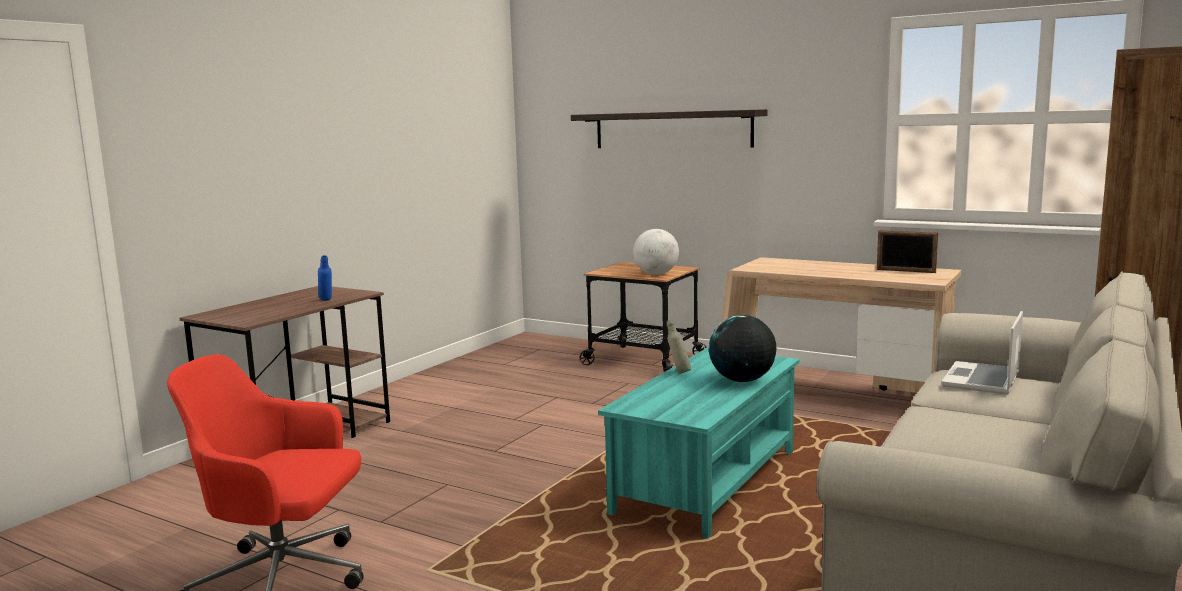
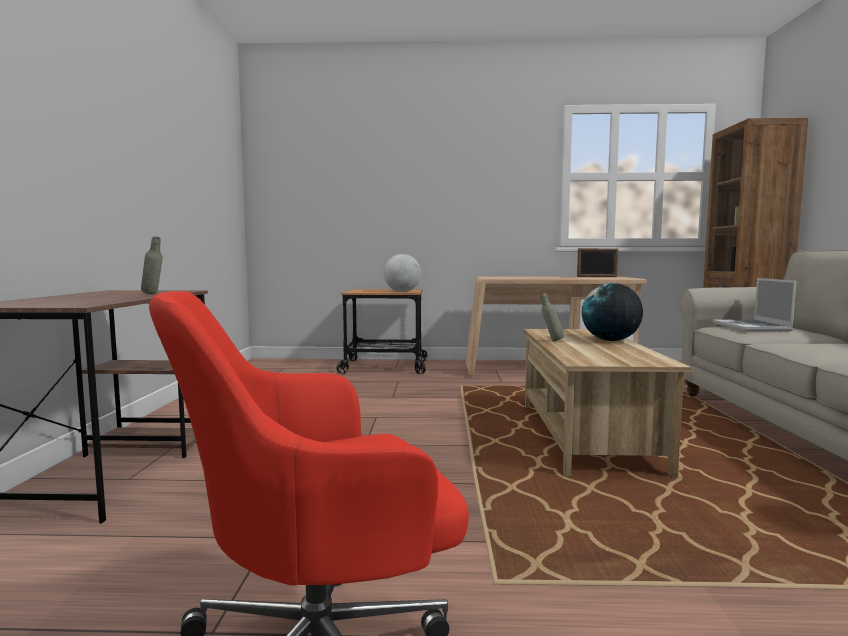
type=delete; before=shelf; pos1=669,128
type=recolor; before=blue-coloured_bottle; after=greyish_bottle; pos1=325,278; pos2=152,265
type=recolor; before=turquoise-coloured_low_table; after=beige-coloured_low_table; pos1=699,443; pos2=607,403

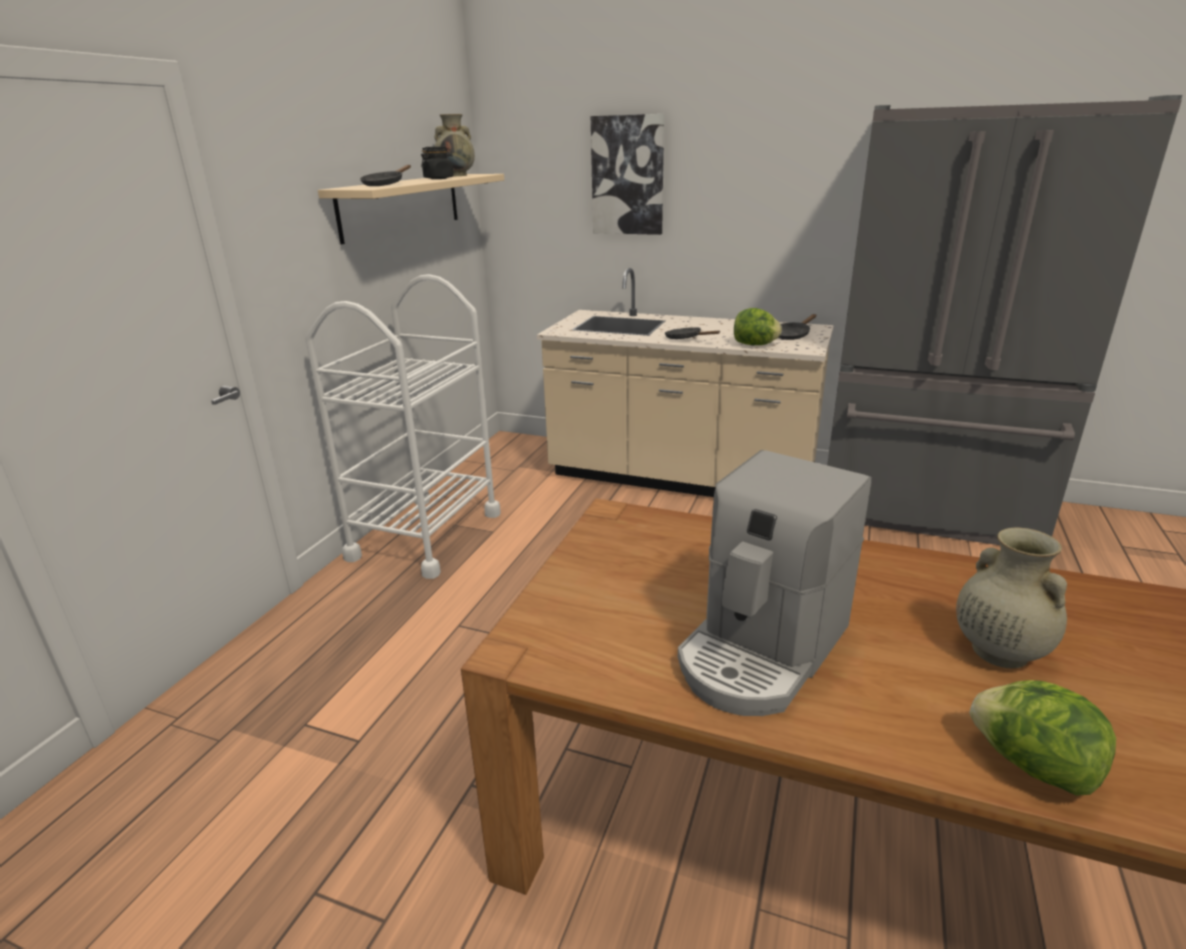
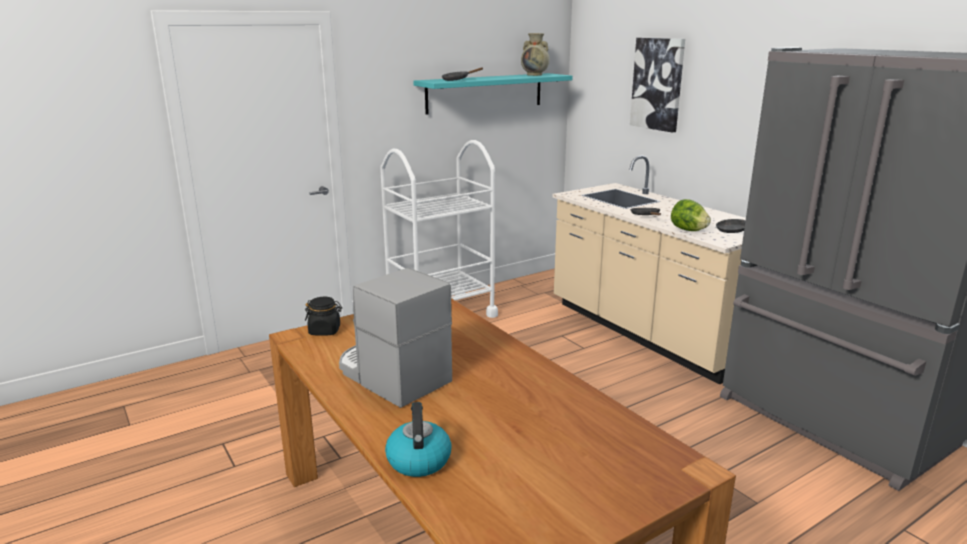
type=delete; before=beige-coloured_decorative_vase; pos1=1011,597
type=move; before=black_jar; pos1=437,162; pos2=323,316
type=replace; before=head_of_lettuce; after=tea_kettle; pos1=1043,738; pos2=418,439
type=recolor; before=beige-coloured_shelf; after=turquoise-coloured_shelf; pos1=411,209; pos2=493,94
type=rotate; before=coffee_machine; pos1=775,583; pos2=395,338; turn=60

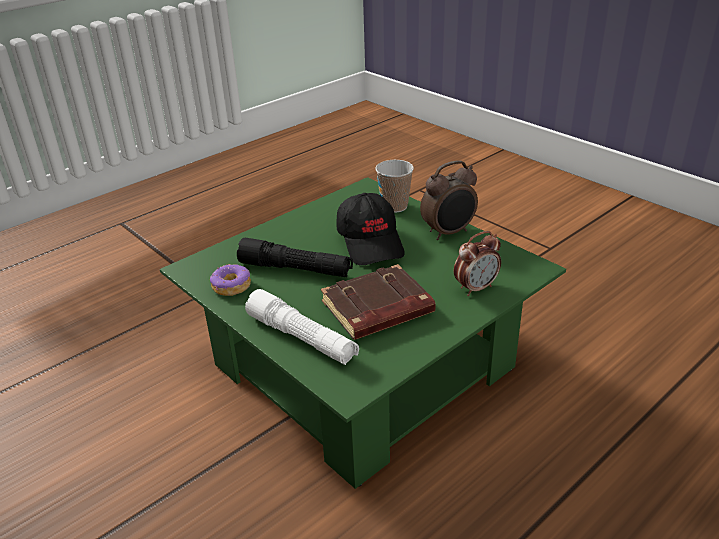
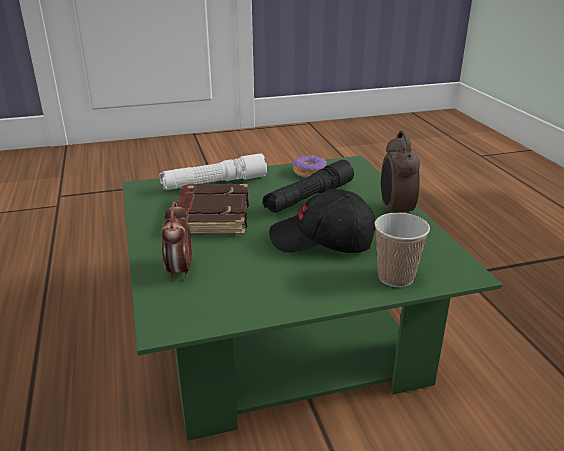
type=move; before=bedside_clock; pos1=449,200; pos2=400,172

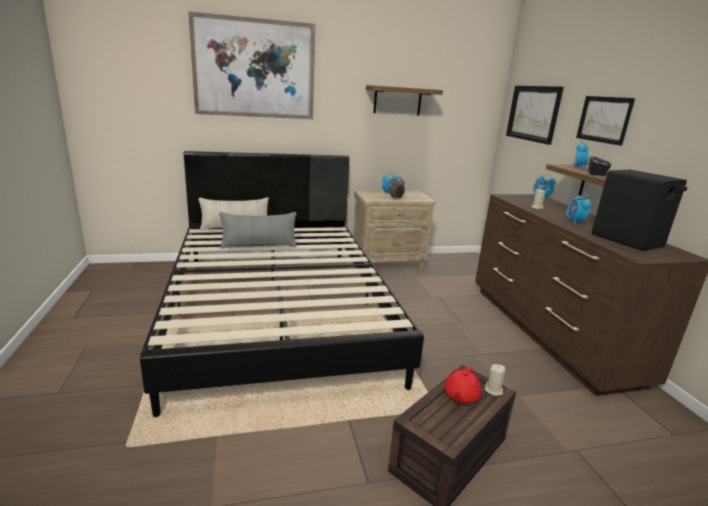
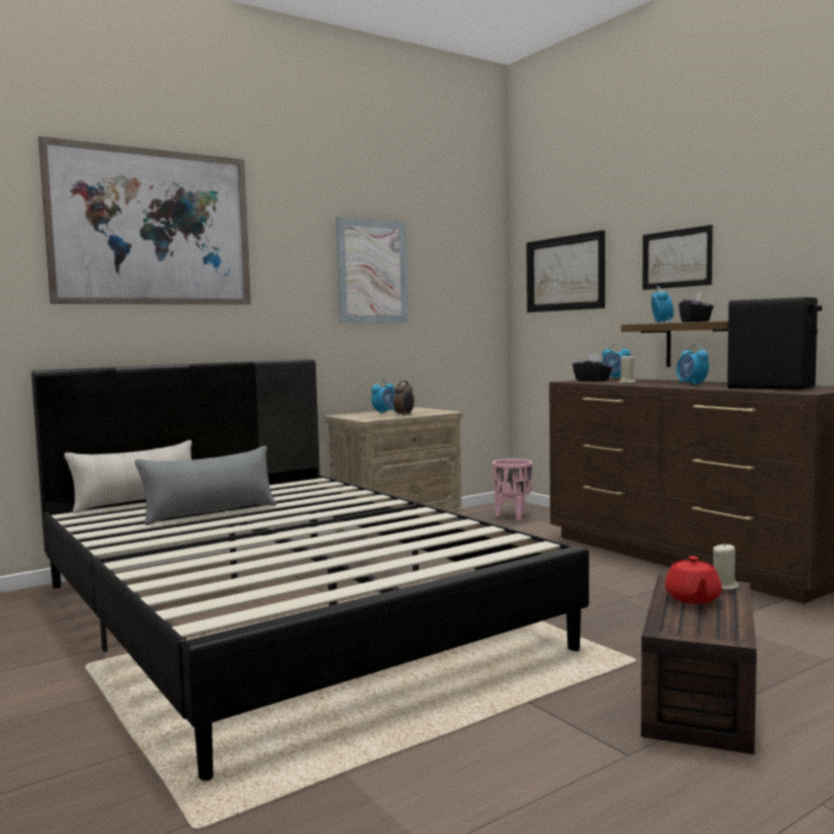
type=insert; after=pink_plant_pot; pos2=512,489
type=insert; after=black_box_of_tissues; pos2=592,368
type=replace; before=shelf; after=wall_art; pos1=404,100; pos2=372,270

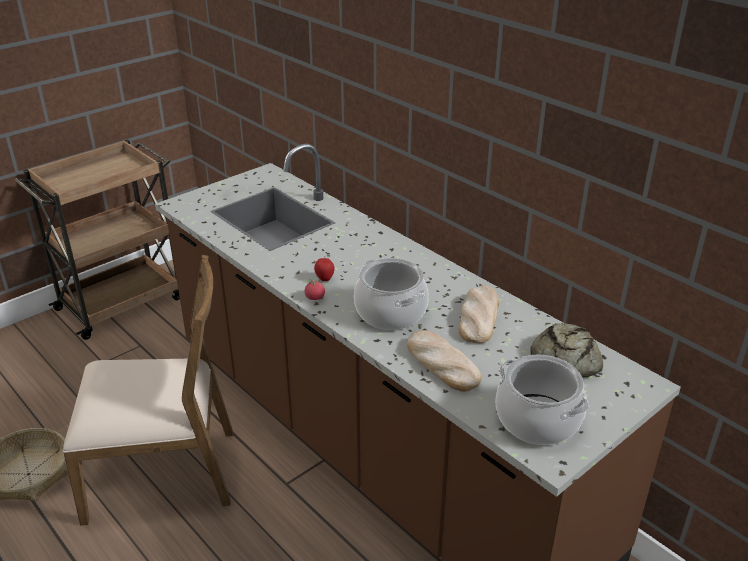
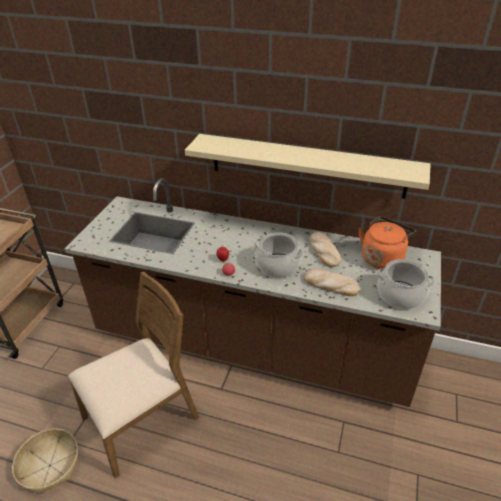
type=insert; after=beige-coloured_shelf; pos2=308,166
type=replace; before=baked_bread; after=orangey_tea_kettle; pos1=566,350; pos2=387,242

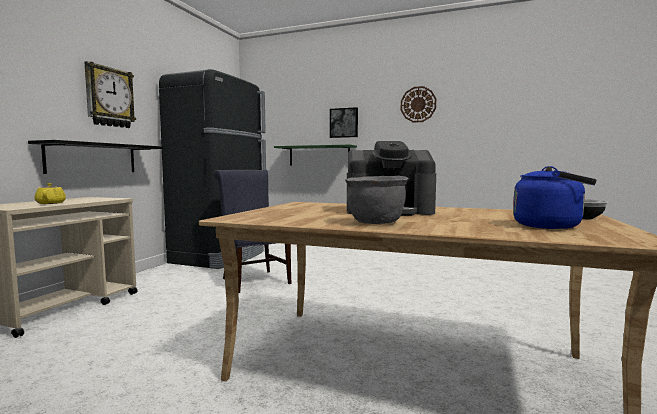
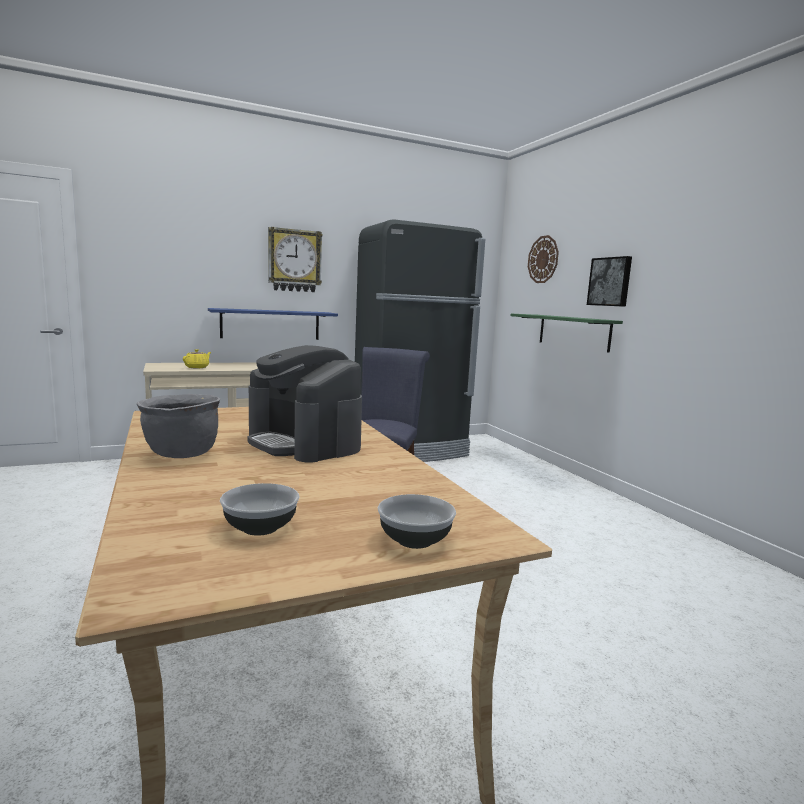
type=move; before=wall_clock; pos1=418,104; pos2=543,259
type=replace; before=blue-coloured_tea_kettle; after=serving_bowl; pos1=555,197; pos2=260,509
type=recolor; before=black_shelf; after=blue-coloured_shelf; pos1=95,157; pos2=273,324

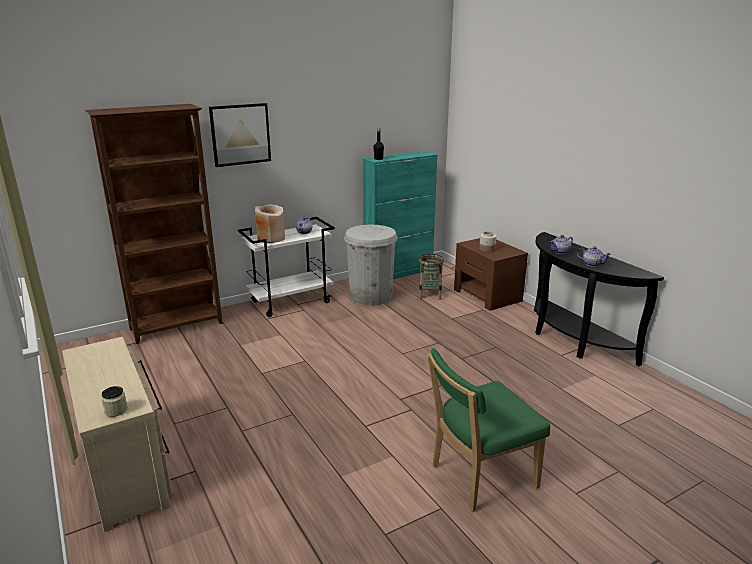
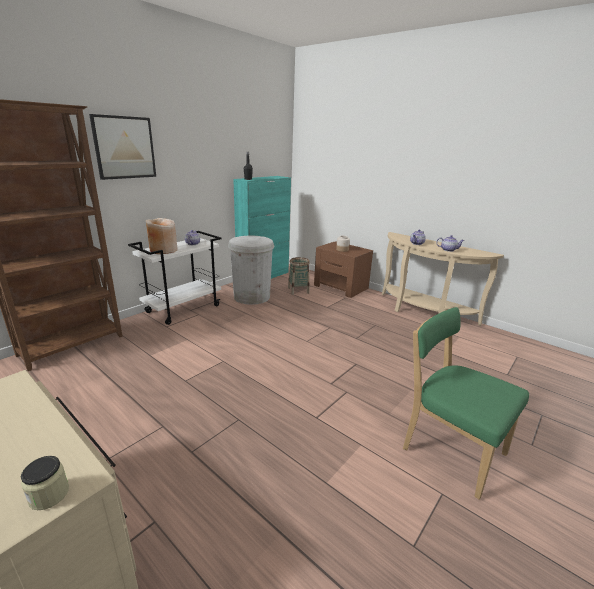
type=recolor; before=black_console_table; after=beige-coloured_console_table; pos1=599,299; pos2=442,279
type=rotate; before=green_upright_chair; pos1=488,430; pos2=466,403; turn=90

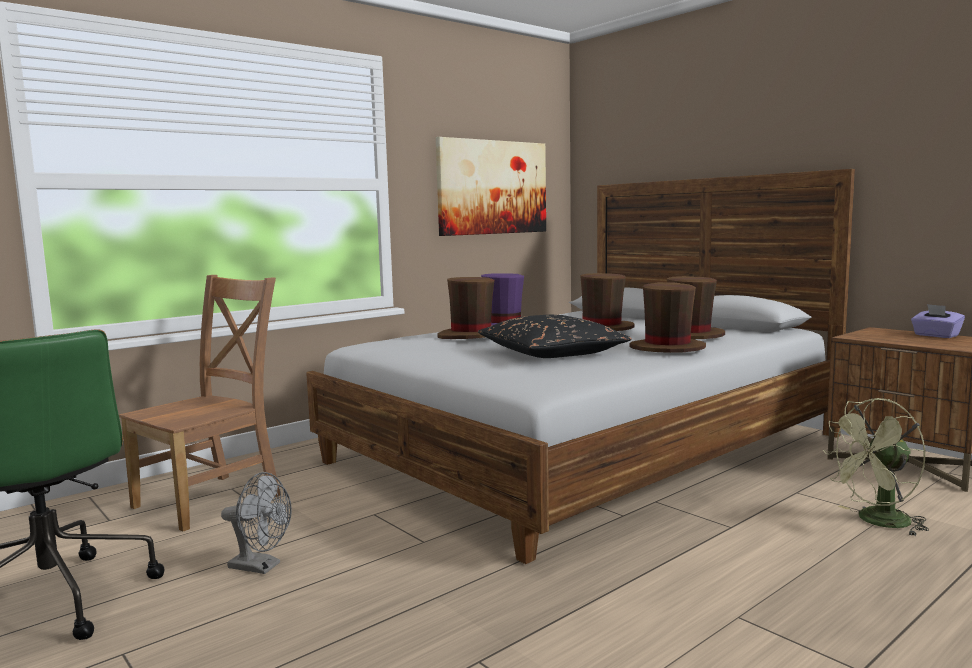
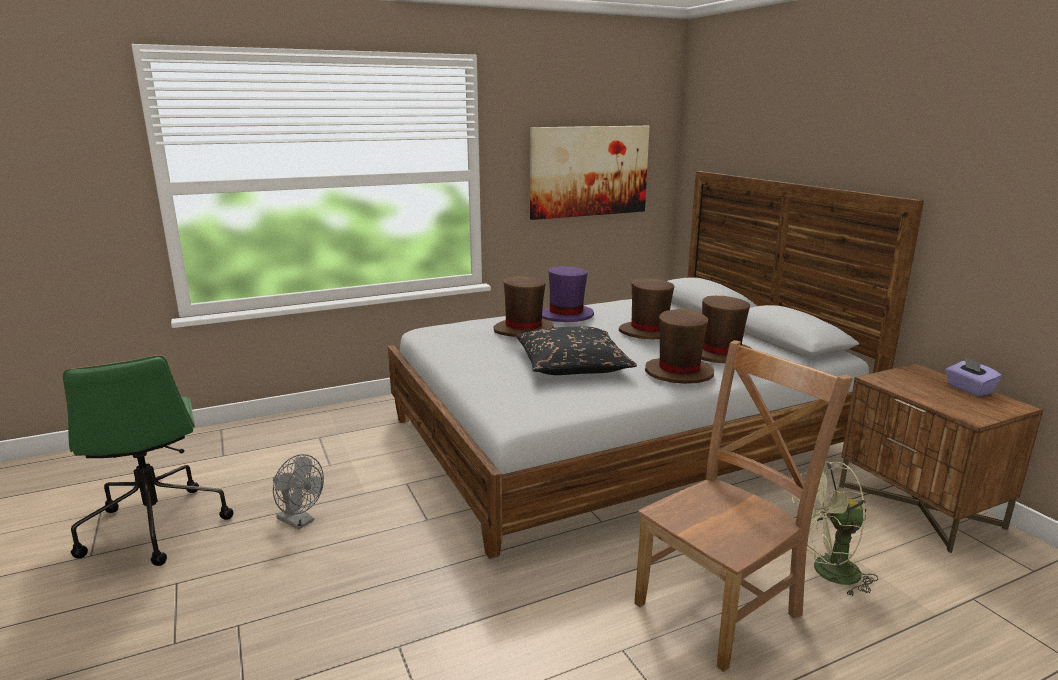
type=move; before=brown_upright_chair; pos1=199,403; pos2=743,506

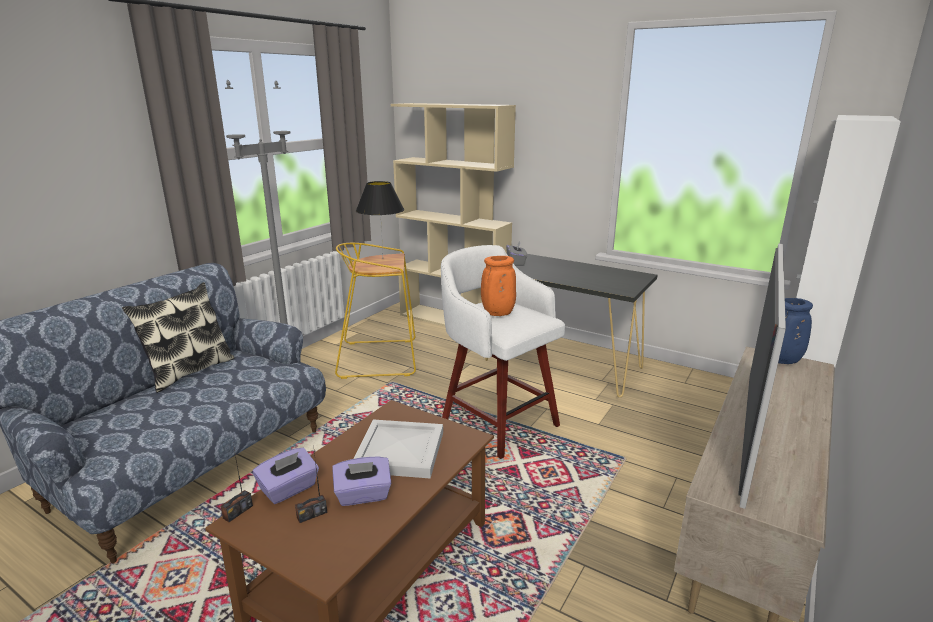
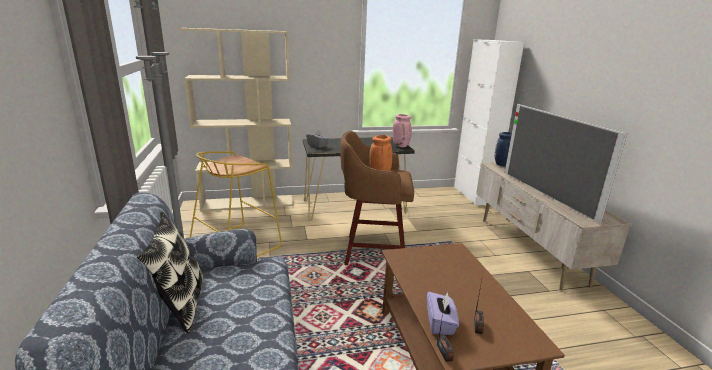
type=delete; before=purplish_box_of_tissues; pos1=362,481
type=delete; before=whitish_serving_tray; pos1=398,448
type=delete; before=black_tabletop_lamp; pos1=380,219
type=insert; after=pink_decorative_vase; pos2=402,130
type=recolor; before=whitish_stool_seat; after=brown_stool_seat; pos1=503,352; pos2=377,198

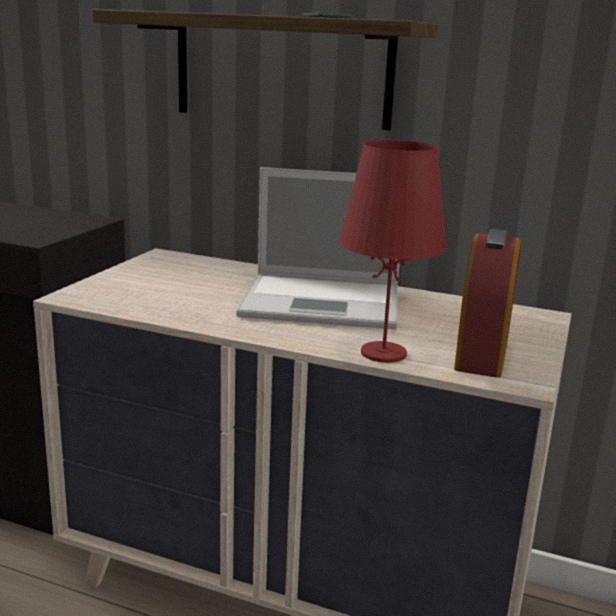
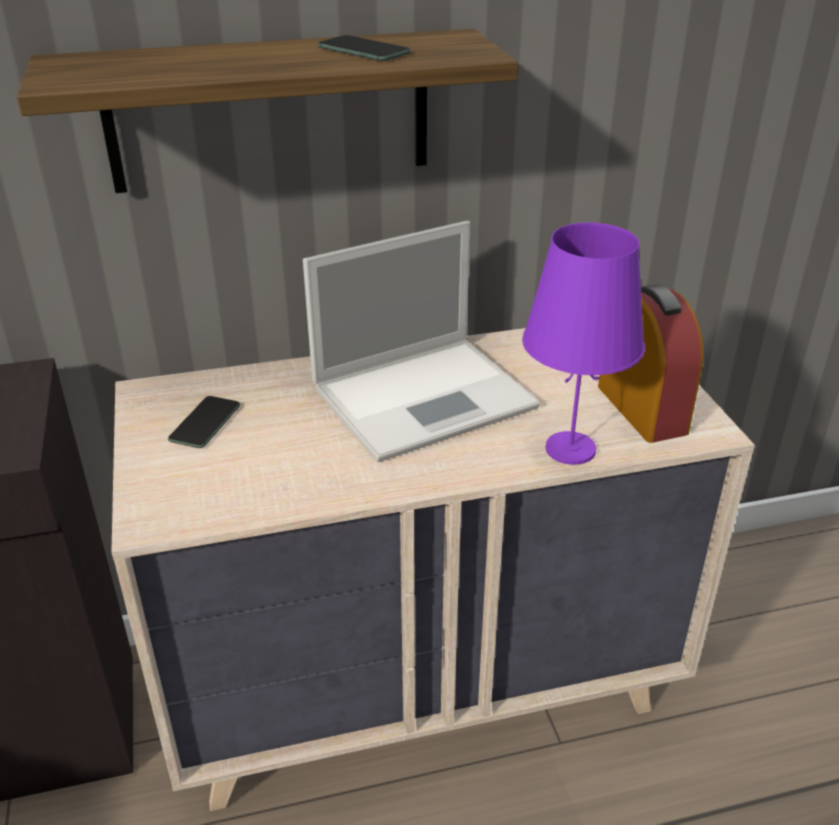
type=insert; after=phone; pos2=204,422
type=recolor; before=reddish_tabletop_lamp; after=purplish_tabletop_lamp; pos1=393,251; pos2=583,343

